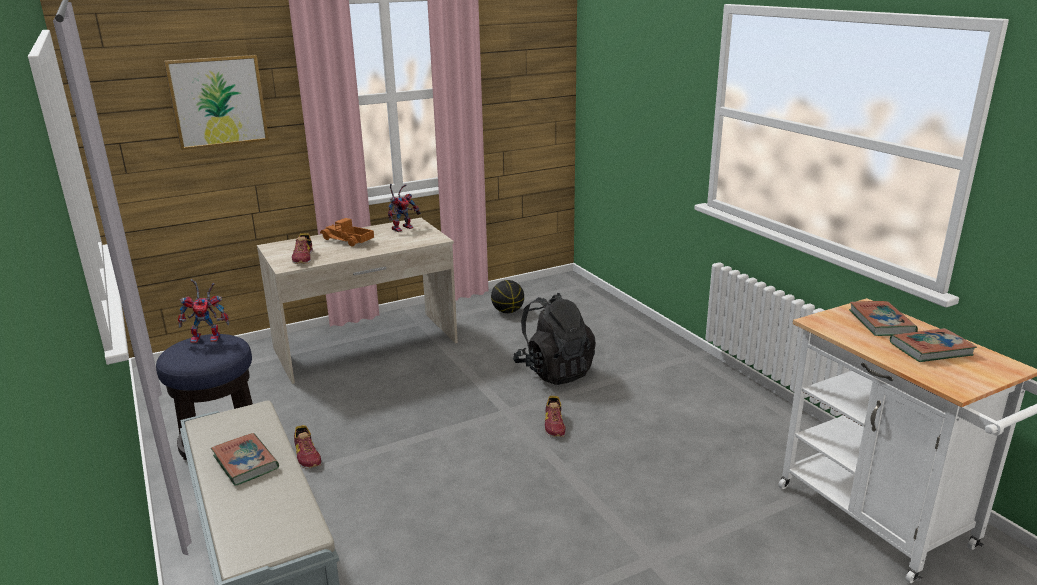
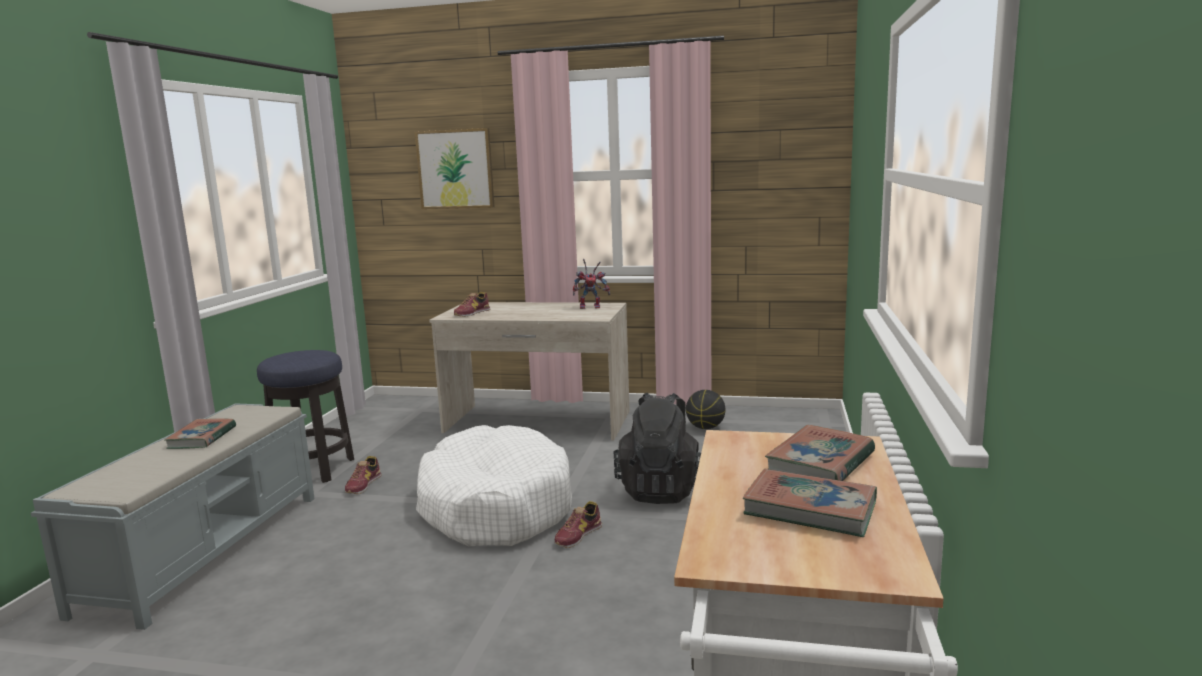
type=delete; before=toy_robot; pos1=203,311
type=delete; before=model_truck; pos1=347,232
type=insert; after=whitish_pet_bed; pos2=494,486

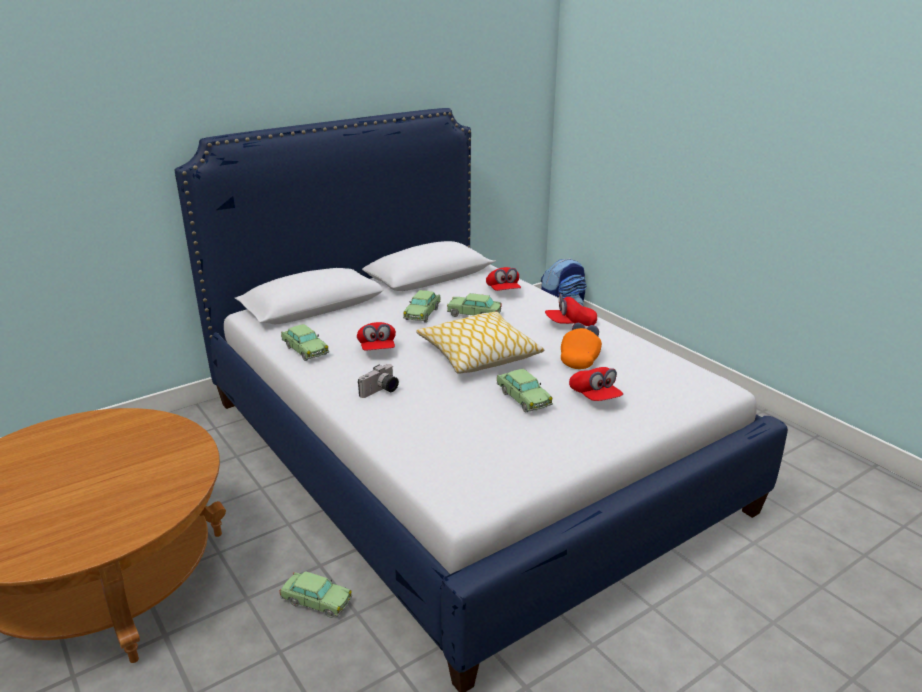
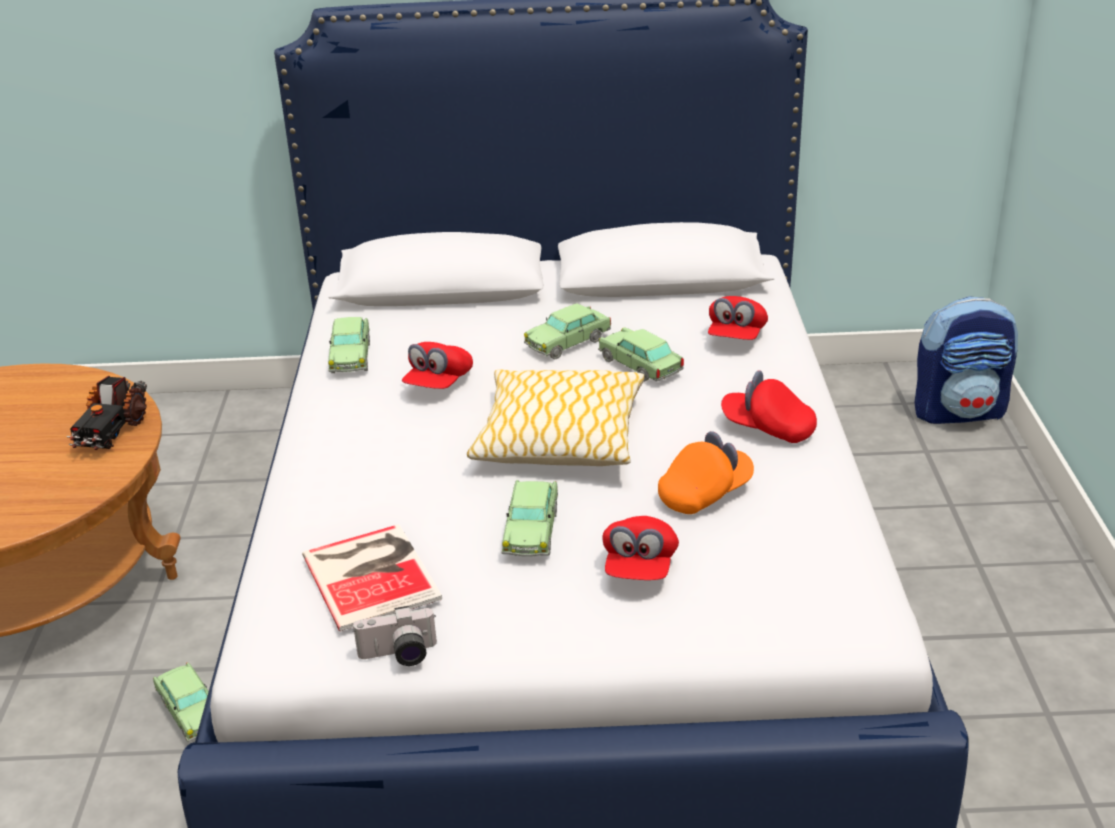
type=insert; after=model_truck; pos2=106,413
type=insert; after=bound_book; pos2=372,577
type=move; before=photo_camera; pos1=378,381; pos2=395,636

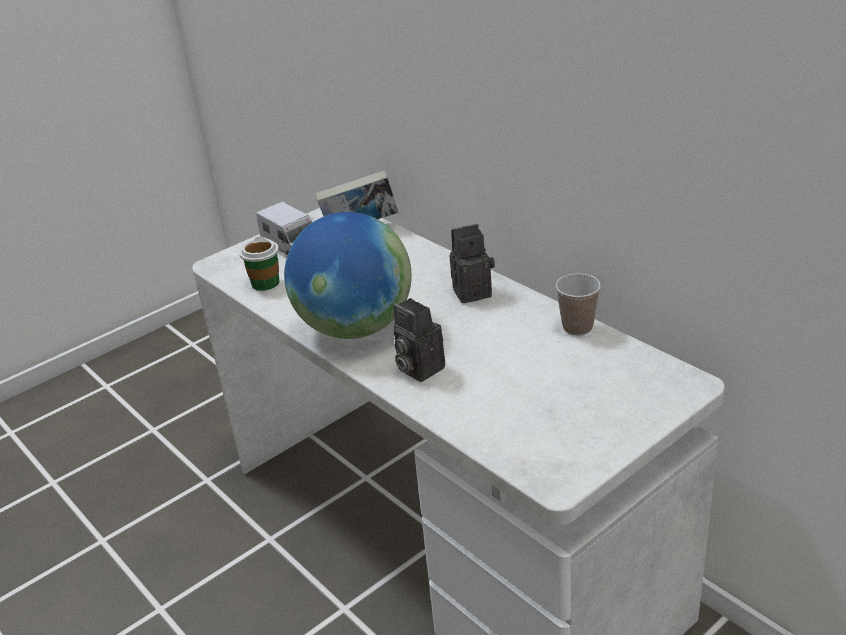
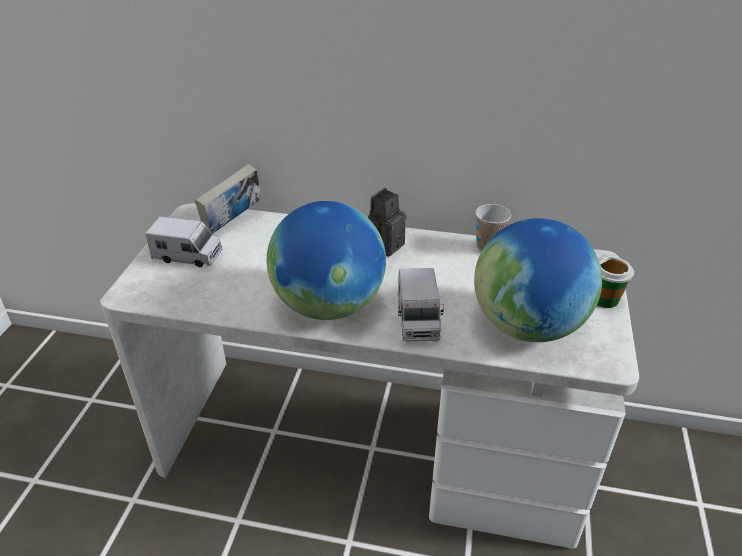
type=insert; after=globe; pos2=538,280
type=move; before=cup; pos1=259,263; pos2=615,281
type=replace; before=photo_camera; after=model_truck; pos1=419,340; pos2=421,305

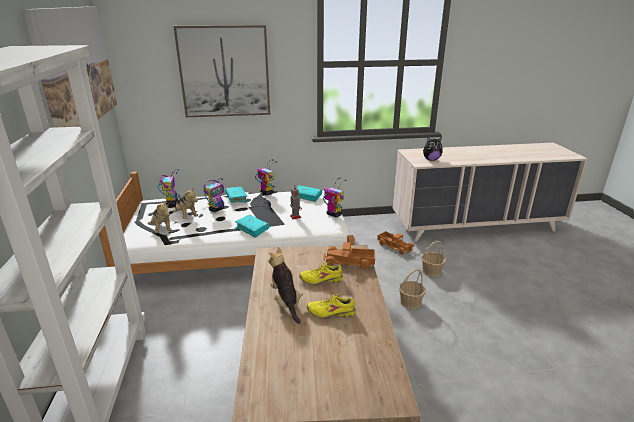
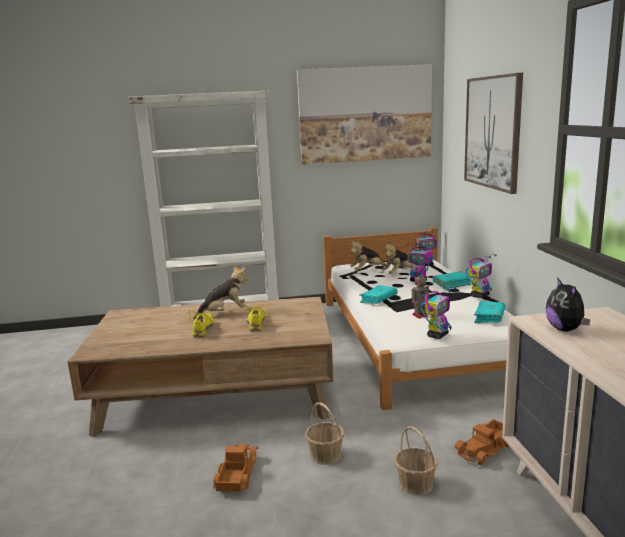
type=move; before=model_truck; pos1=349,255; pos2=235,468

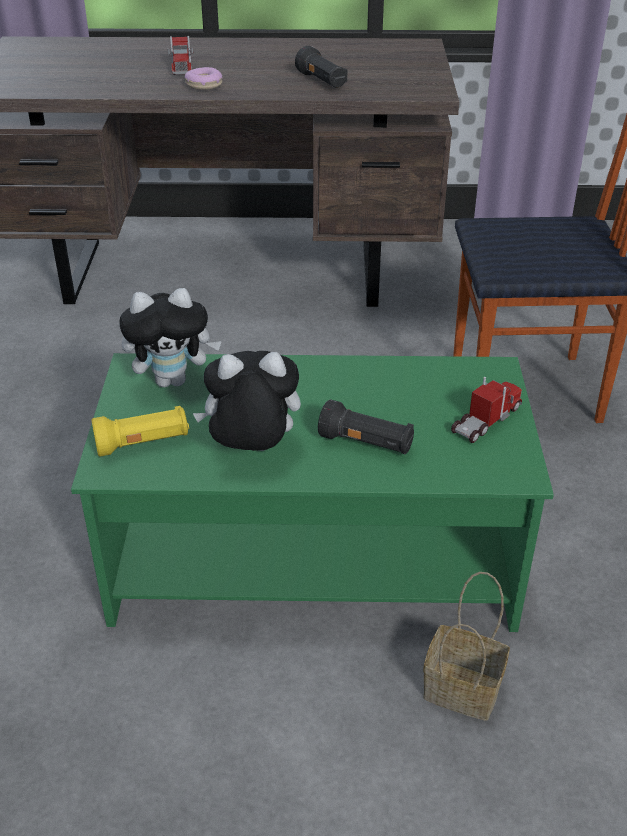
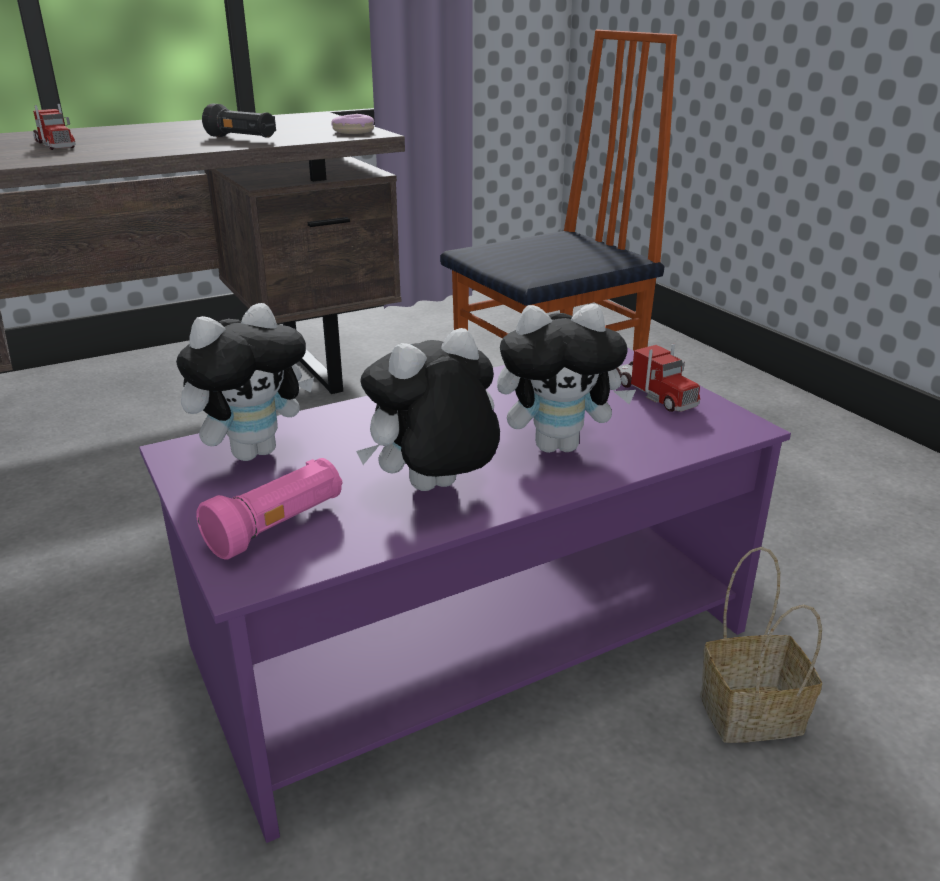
type=move; before=ring_doughnut; pos1=203,78; pos2=352,124
type=replace; before=black_torch; after=soft_toy; pos1=366,426; pos2=566,378
type=recolor; before=green_low_table; after=purplish_low_table; pos1=312,492; pos2=465,595
type=recolor; before=yellow_torch; after=pink_torch; pos1=140,431; pos2=269,509
type=rotate; before=model_truck; pos1=486,410; pos2=658,378; turn=135

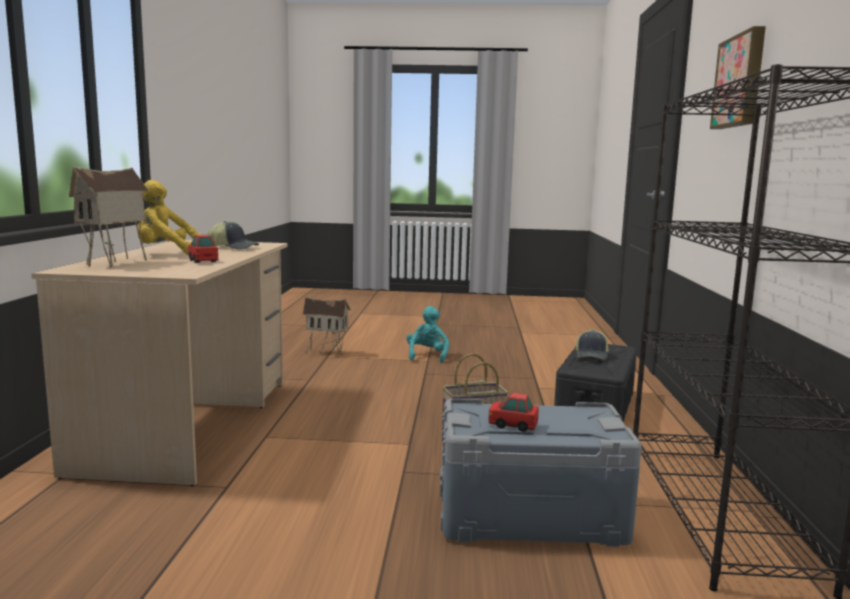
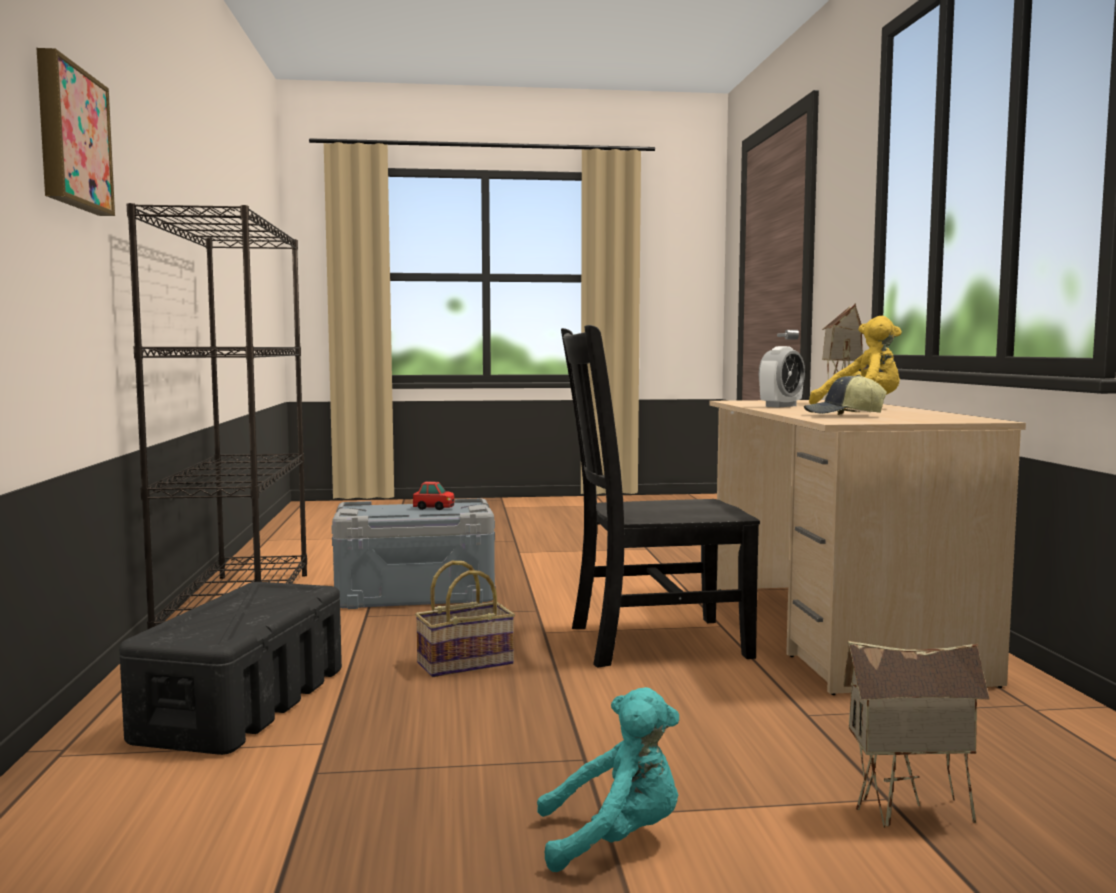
type=delete; before=peaked_cap; pos1=592,344
type=insert; after=black_upright_chair; pos2=660,496
type=replace; before=model_car; after=bedside_clock; pos1=203,249; pos2=781,376
type=rotate; before=turquoise-coloured_soft_toy; pos1=427,334; pos2=608,779; turn=-90

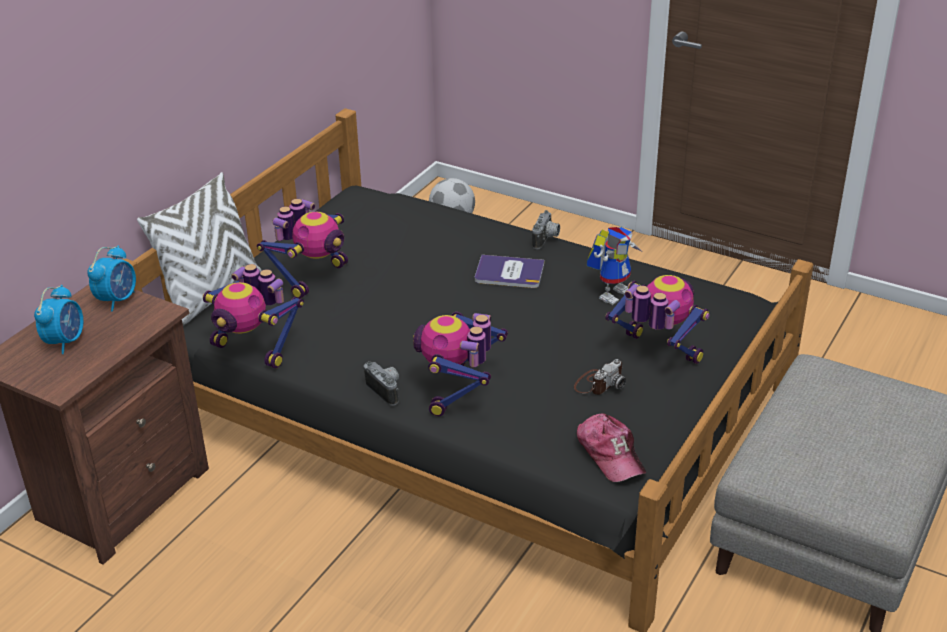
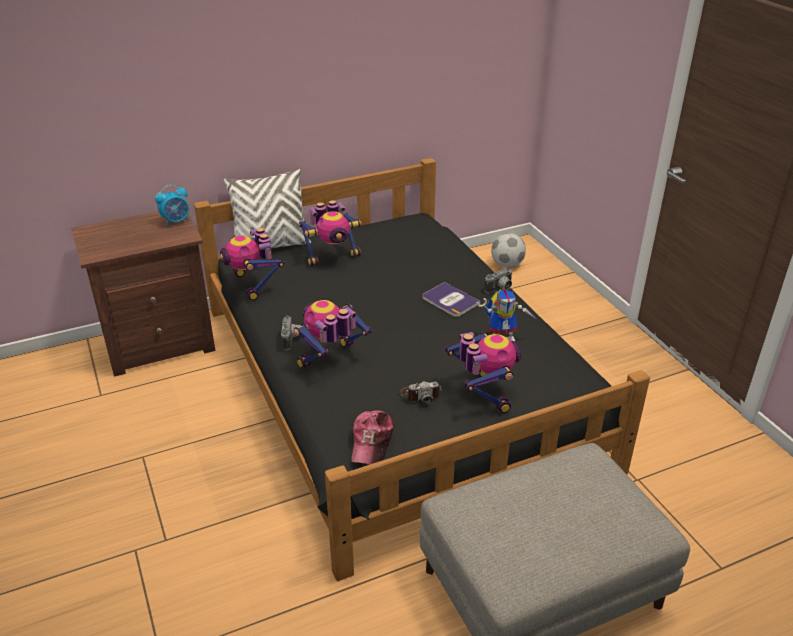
type=delete; before=bedside_clock; pos1=58,319

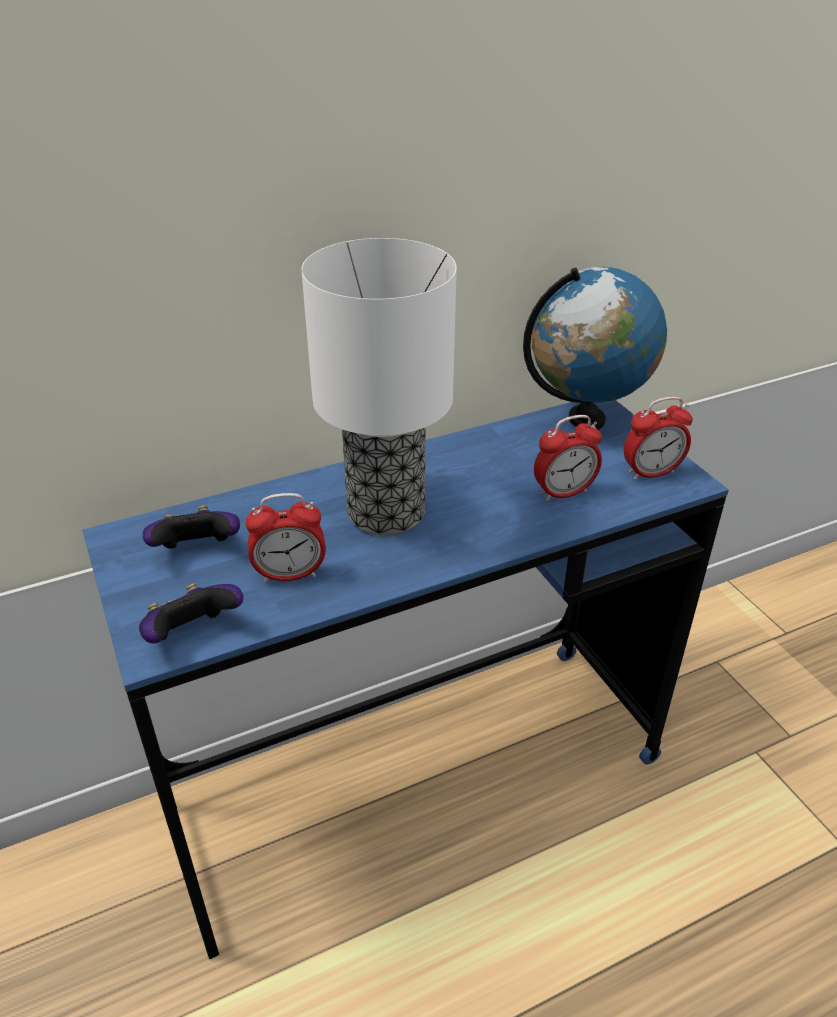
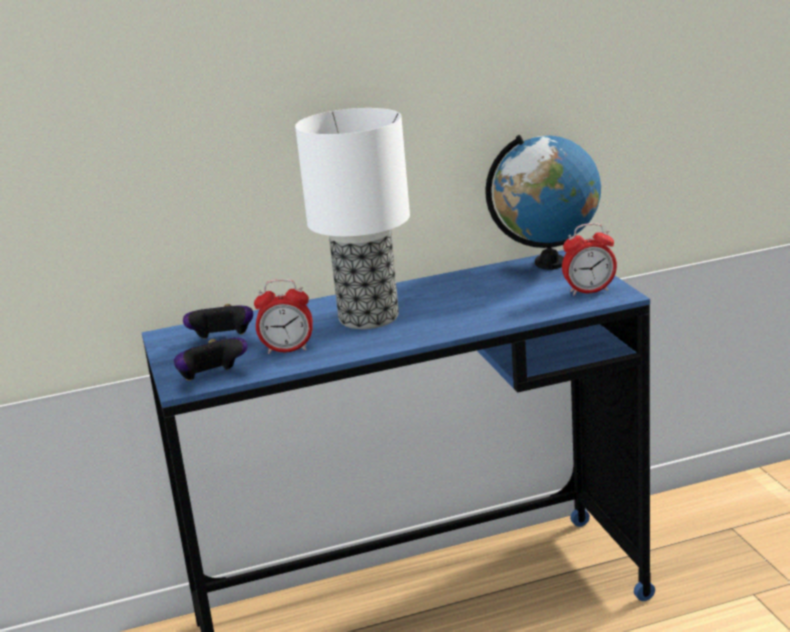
type=delete; before=bedside_clock; pos1=568,458

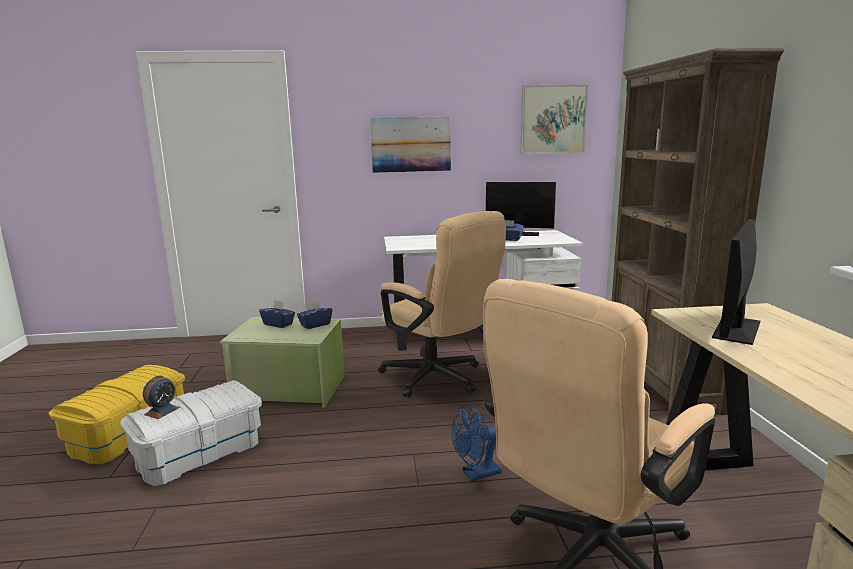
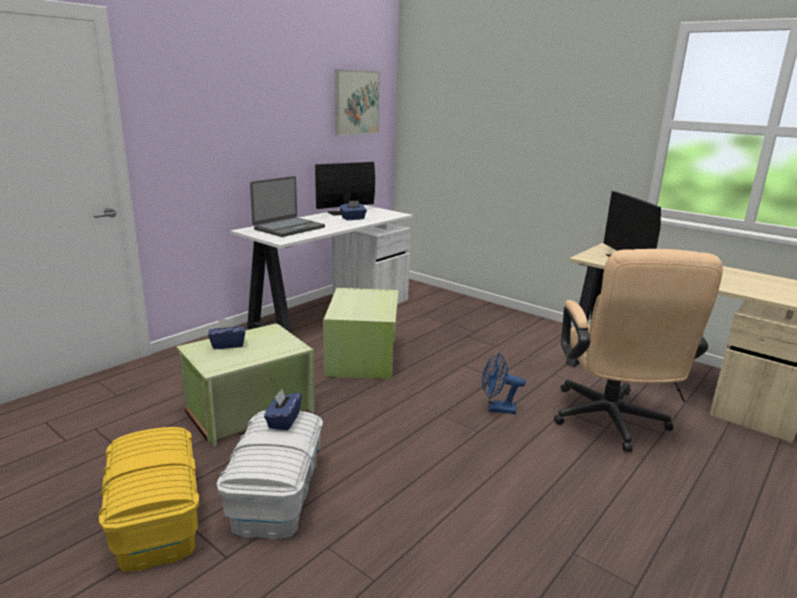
type=delete; before=bedside_clock; pos1=161,397
type=delete; before=wall_art; pos1=410,145
type=delete; before=brown_bookshelf; pos1=698,231
type=insert; after=laptop; pos2=287,206
type=move; before=blue-coloured_box_of_tissues; pos1=314,314; pos2=283,410
type=replace; before=beige-coloured_computer_chair; after=green_storage_container; pos1=442,304; pos2=361,333
type=rotate; before=blue-coloured_fan; pos1=476,443; pos2=504,383; turn=75

